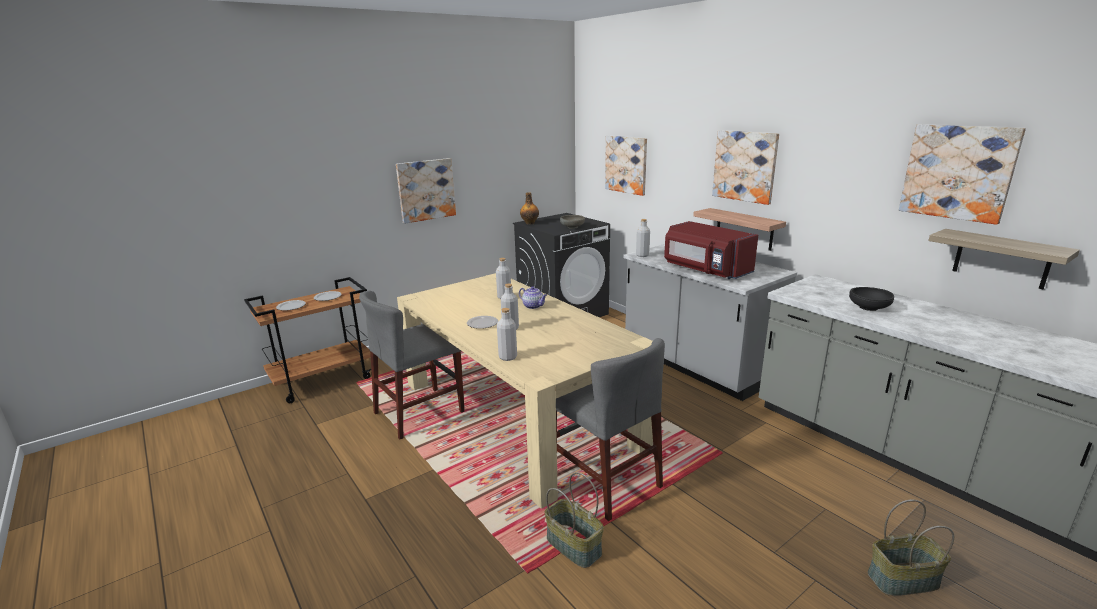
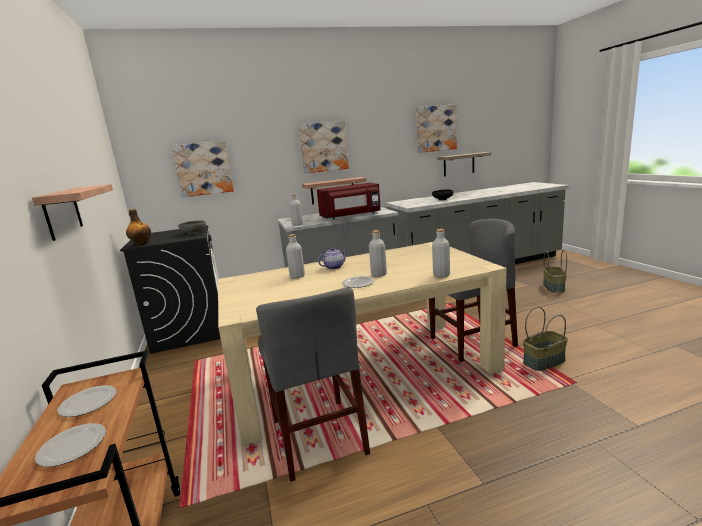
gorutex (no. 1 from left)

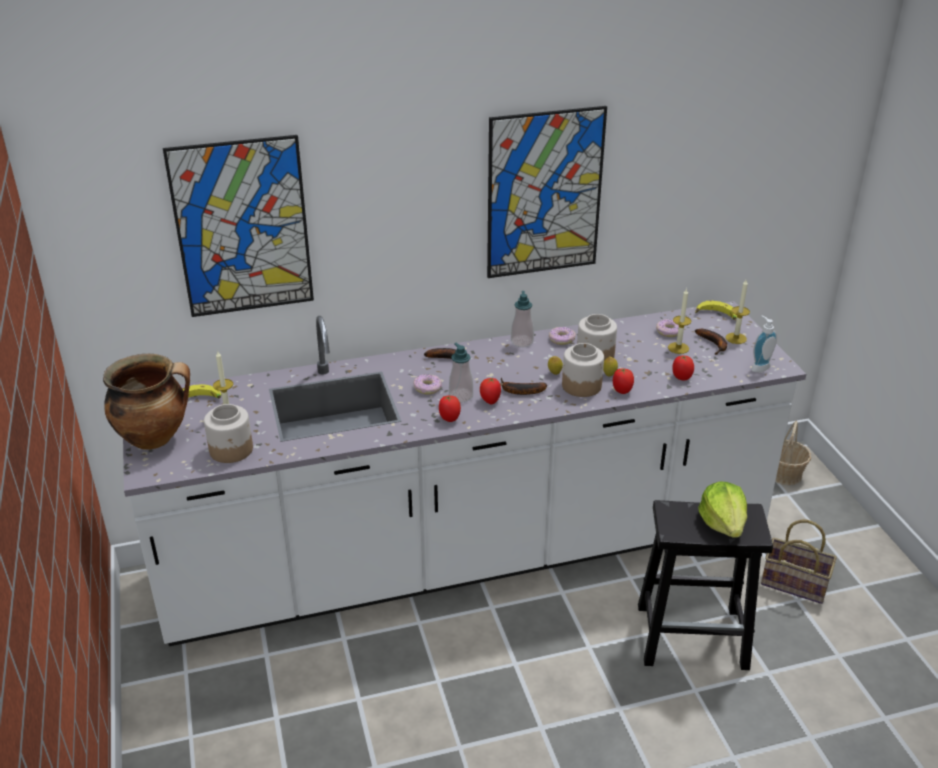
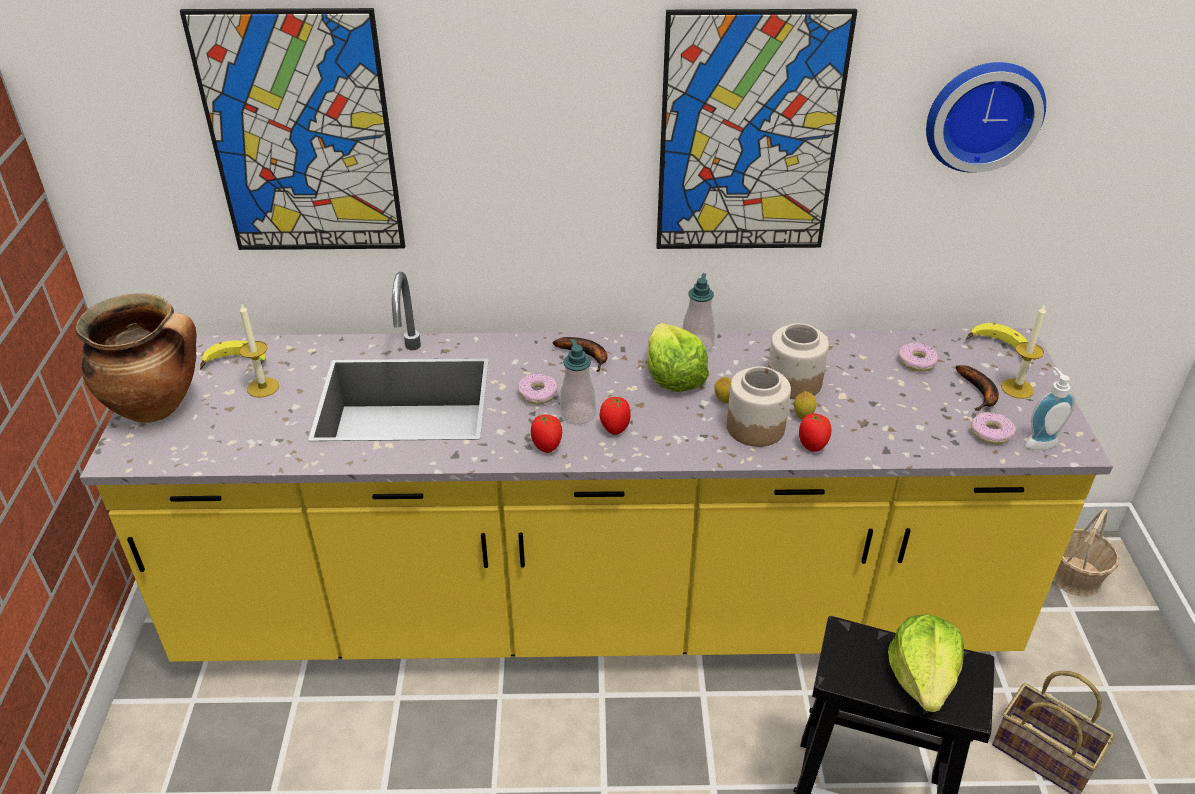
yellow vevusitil
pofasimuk (no. 1 from left)
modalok
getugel (no. 3 from left)
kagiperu (no. 1 from left in the first image)
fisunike (no. 3 from left in the first image)
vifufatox (no. 2 from left in the first image)
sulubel (no. 4 from left in the first image)

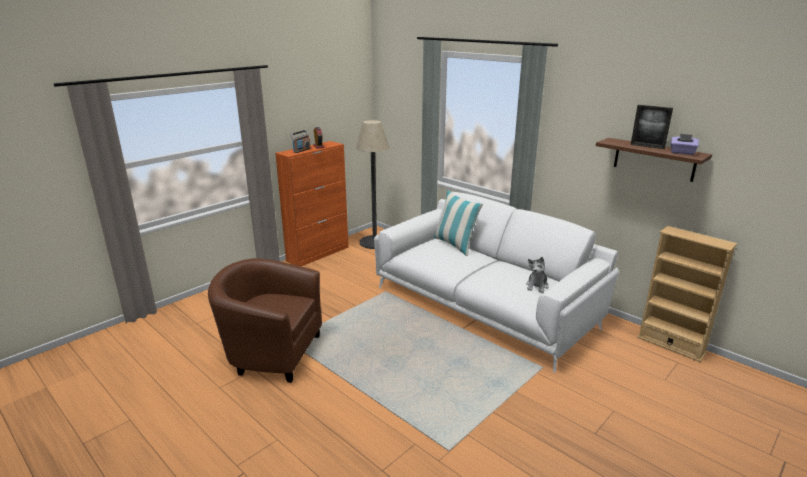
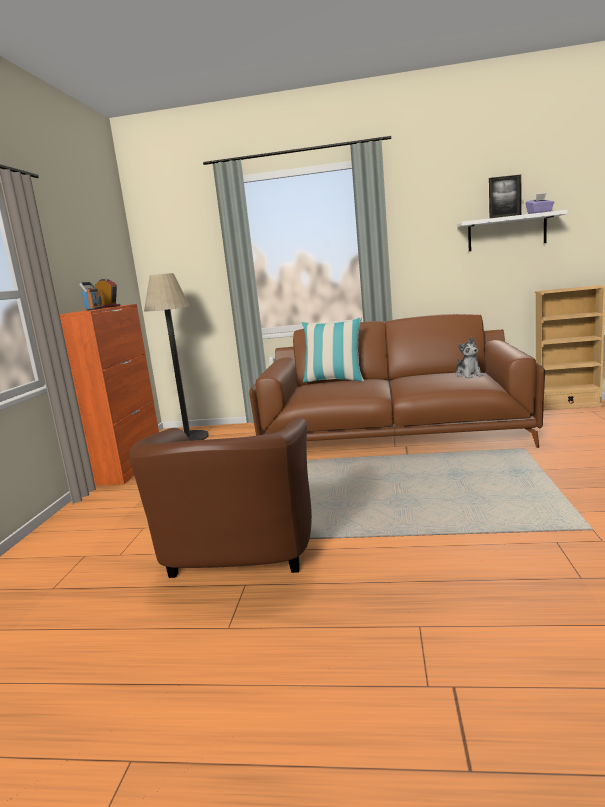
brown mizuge
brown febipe
white gorutex

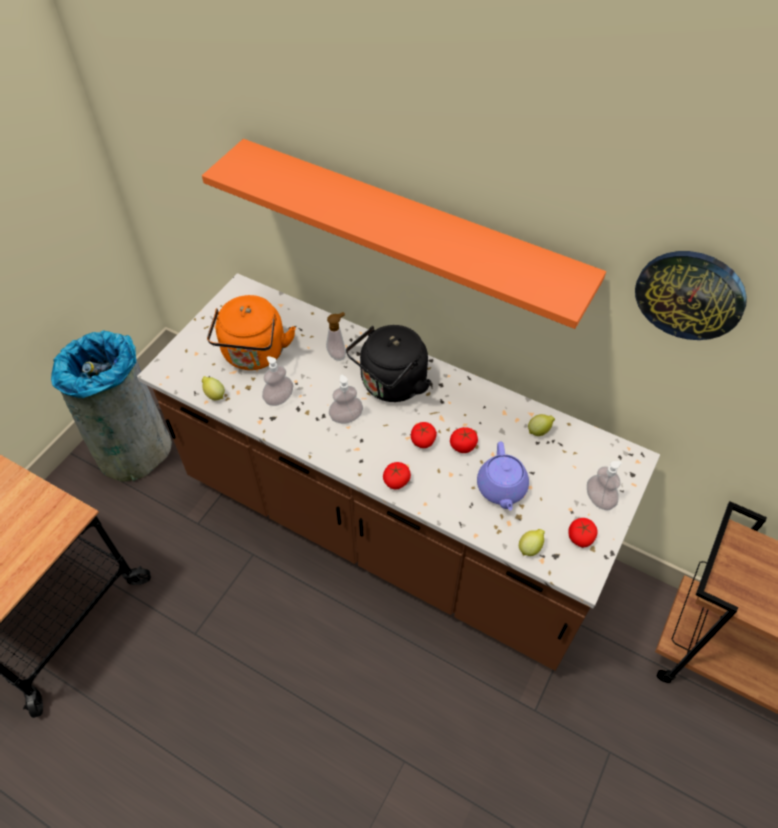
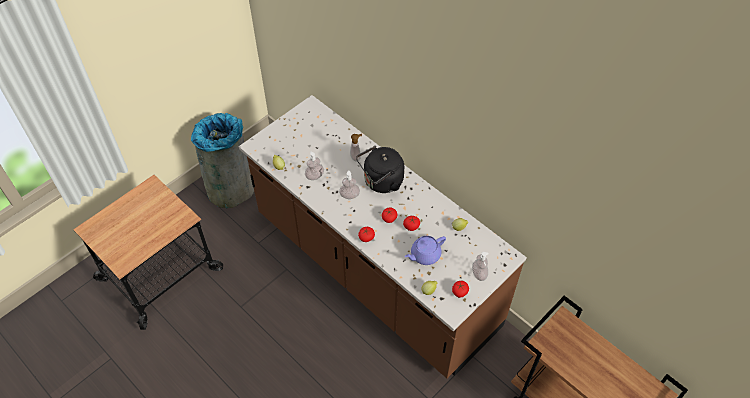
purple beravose
orange gorutex
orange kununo
modalok

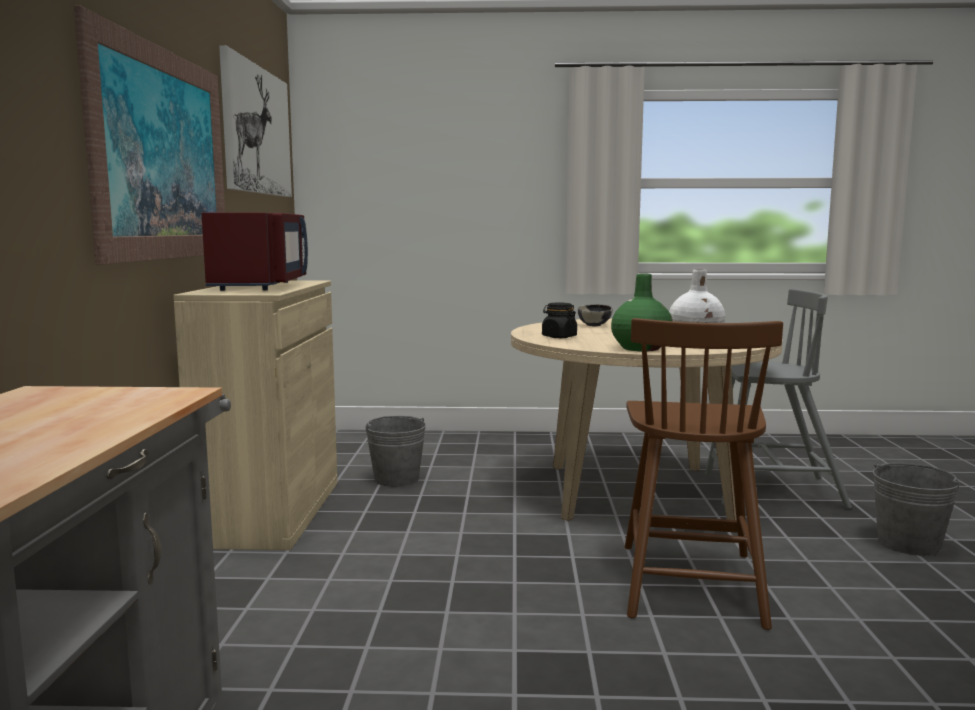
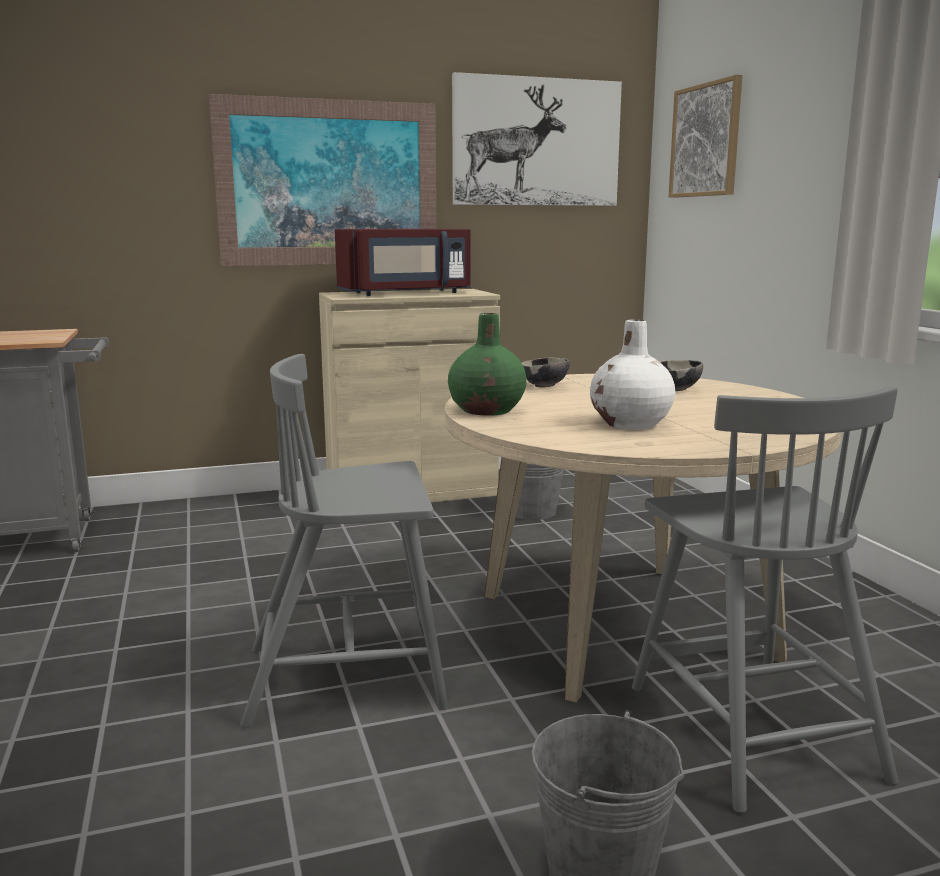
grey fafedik (no. 1 from left)
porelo (no. 1 from left)
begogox (no. 3 from left)

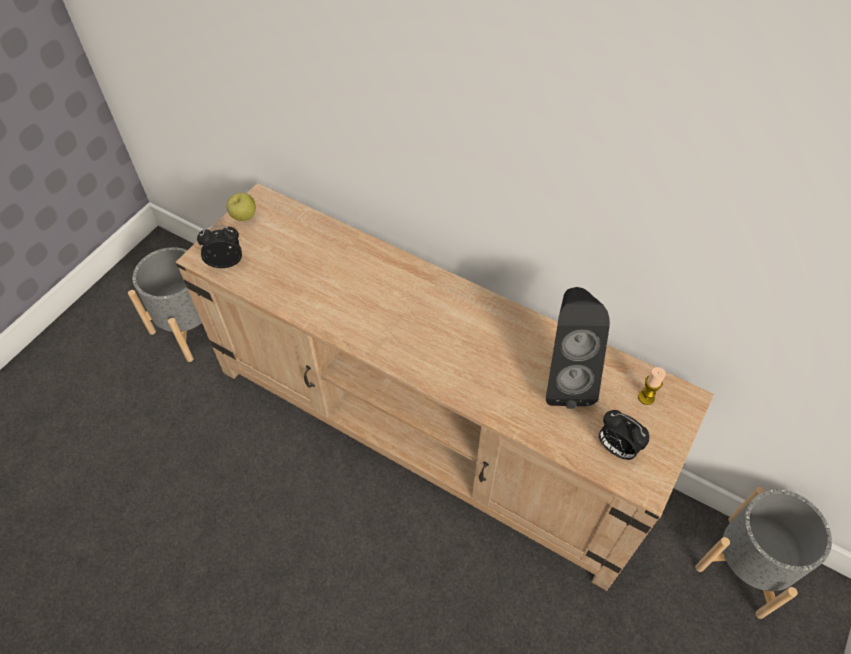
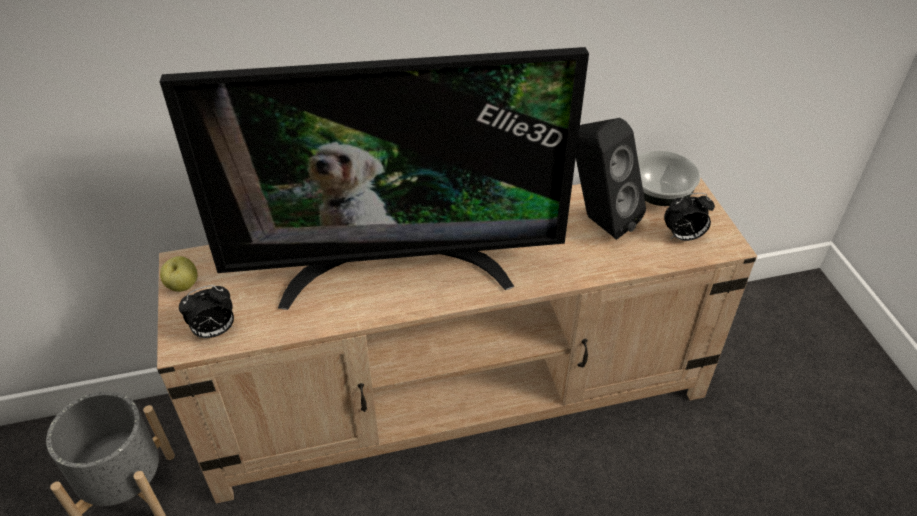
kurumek
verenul (no. 1 from left)
porelo
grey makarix (no. 2 from left in the first image)

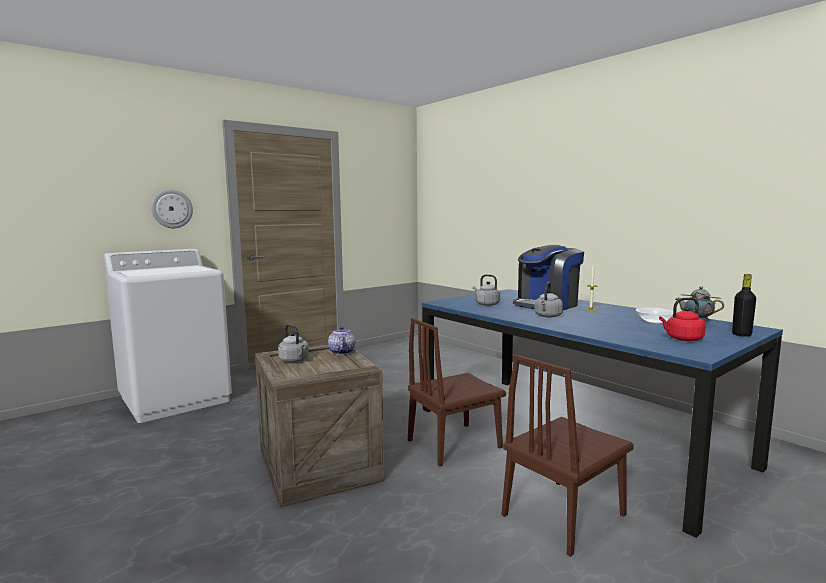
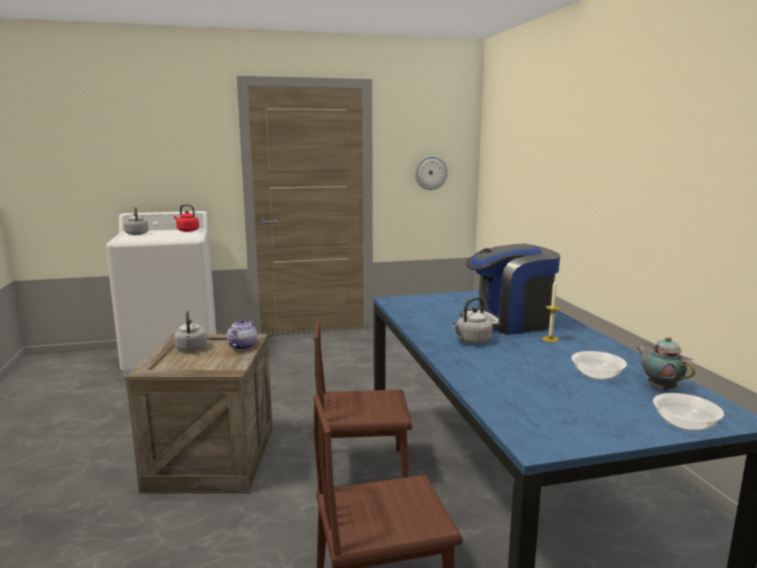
grey kununo (no. 1 from left)
red kununo
modalok
porelo (no. 2 from left)

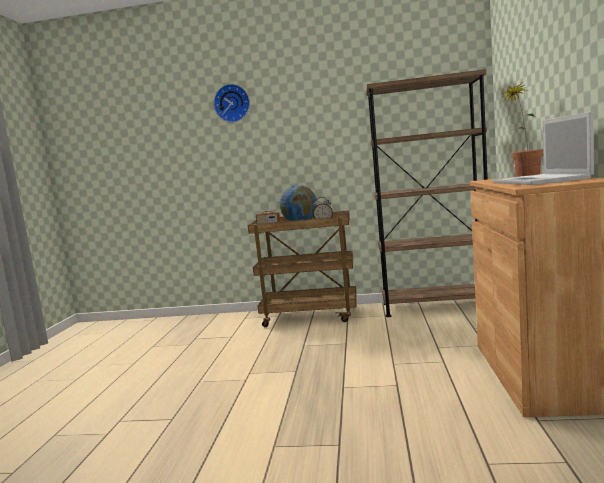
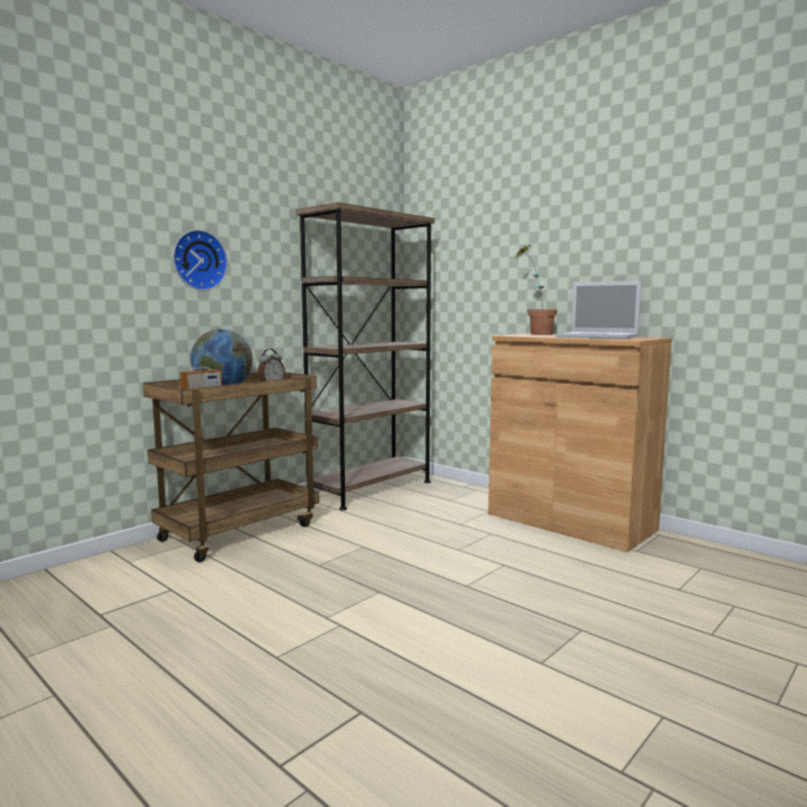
modalok

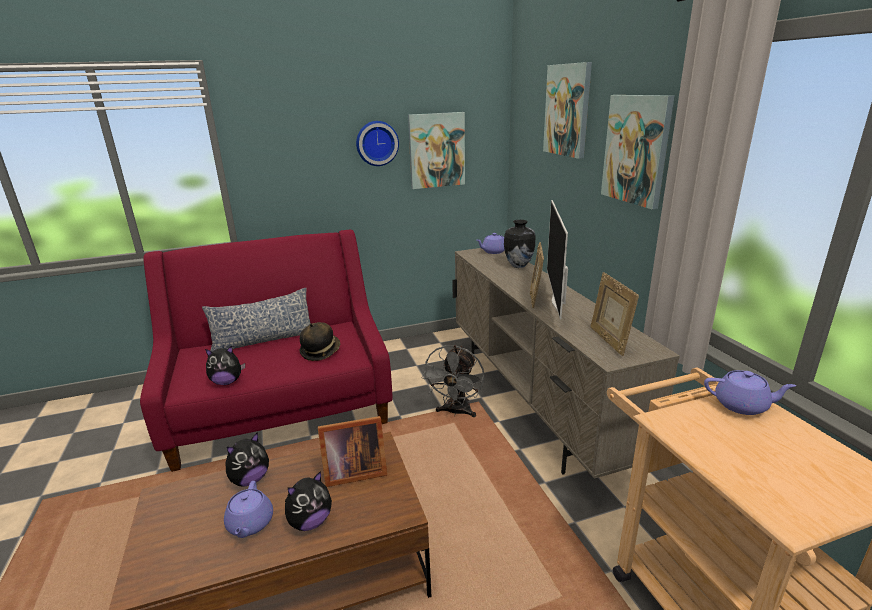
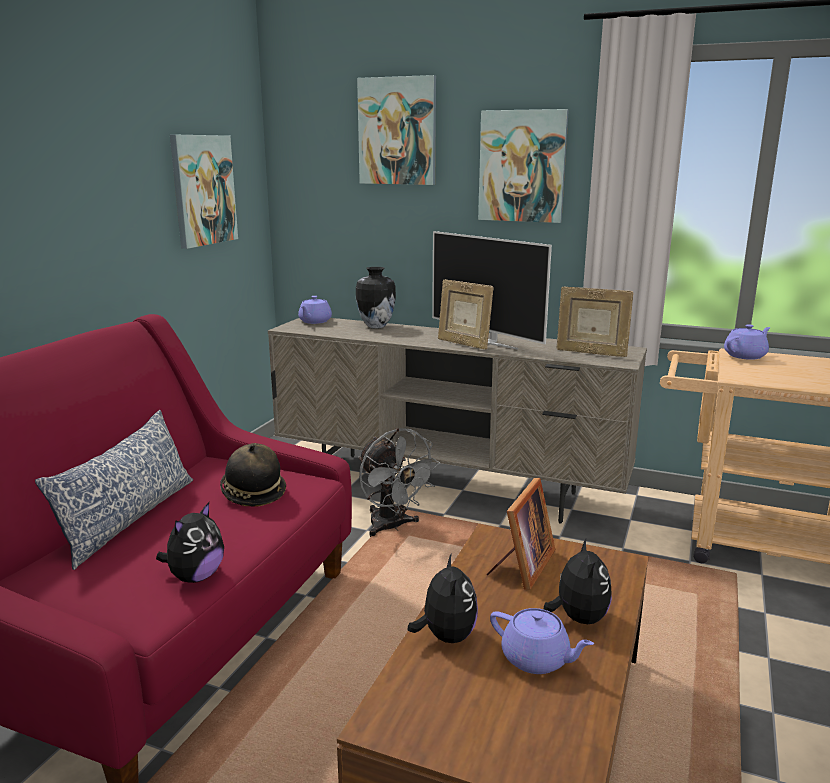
modalok

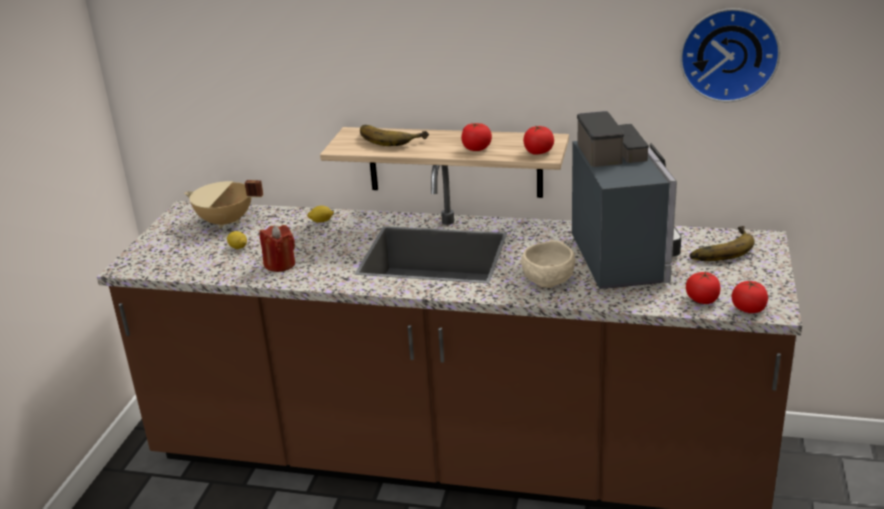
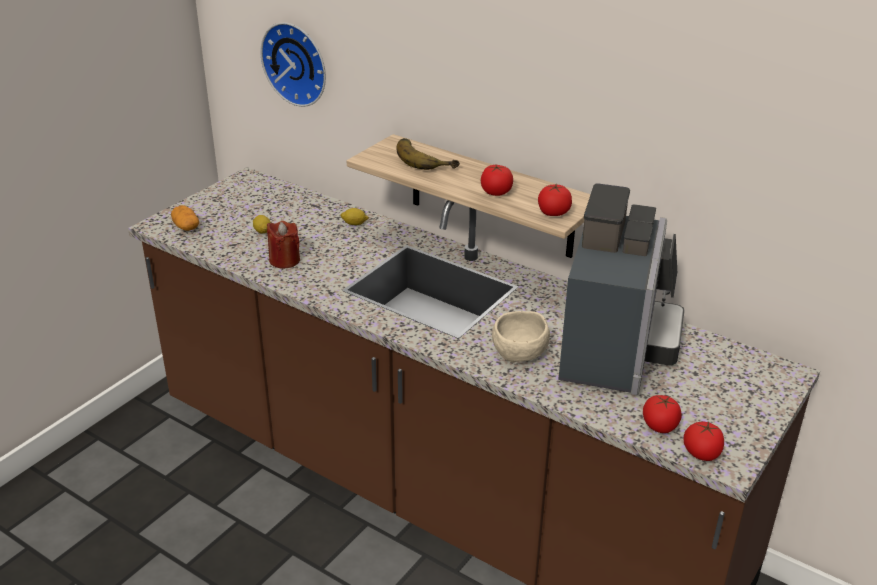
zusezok
modalok
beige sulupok
fisunike (no. 2 from left in the first image)

